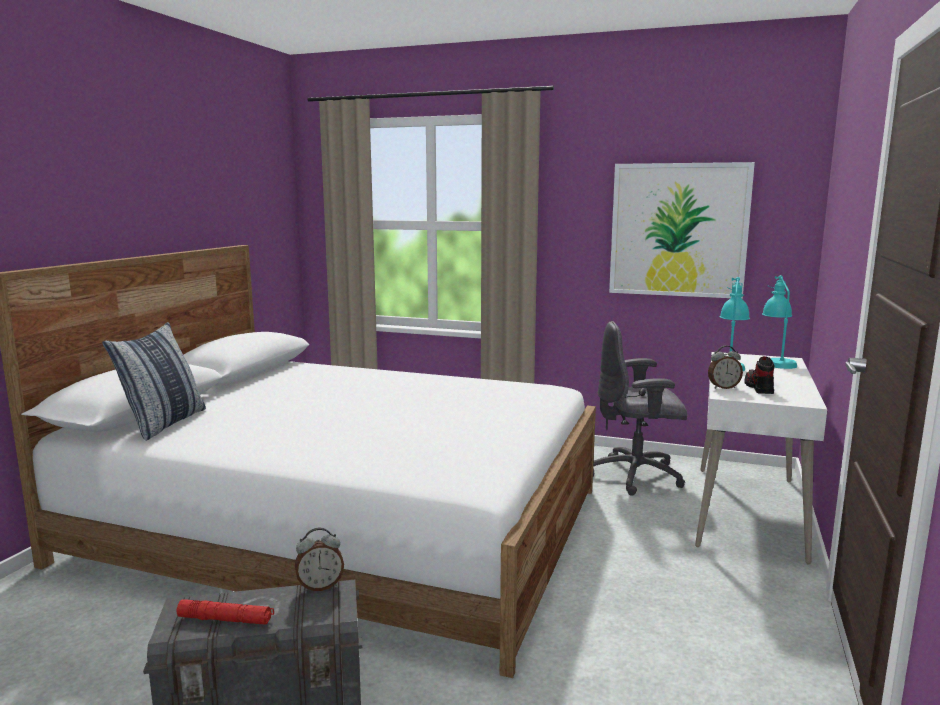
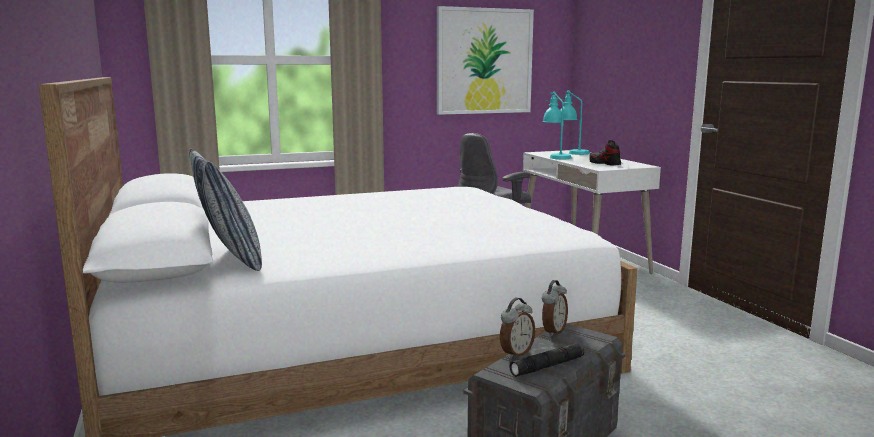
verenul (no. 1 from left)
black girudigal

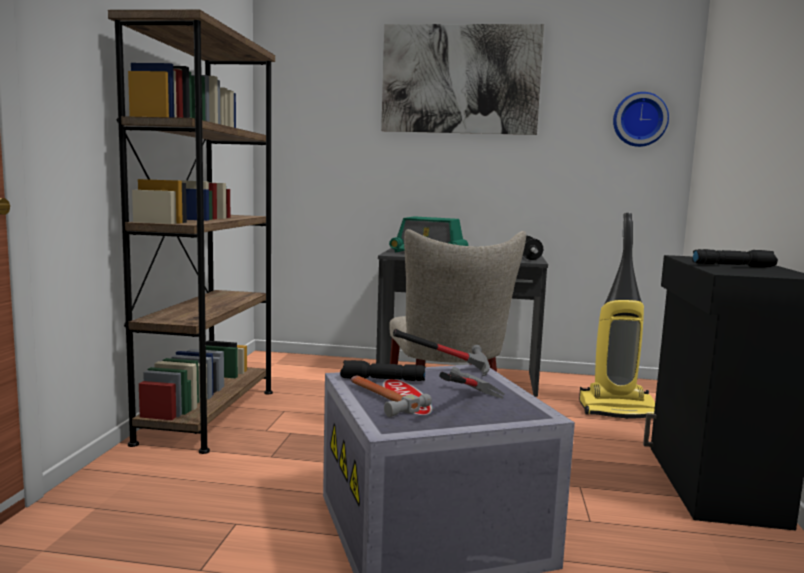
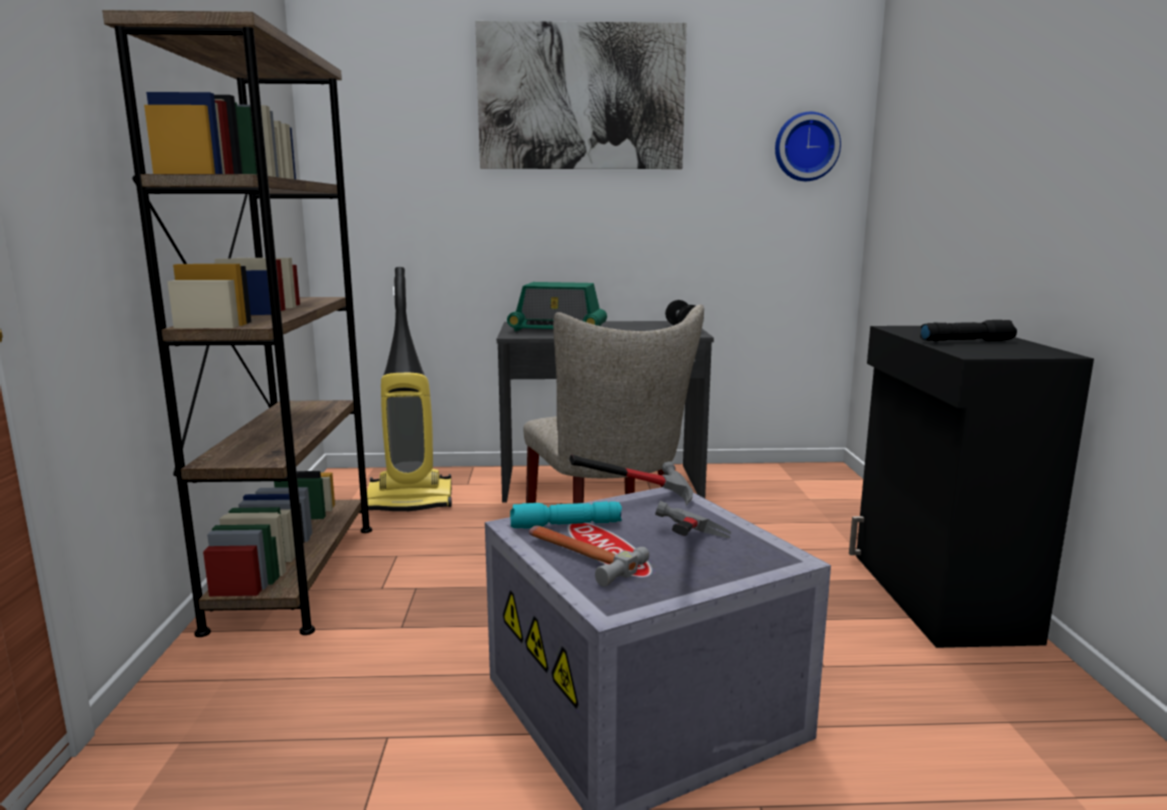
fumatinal
turquoise girudigal

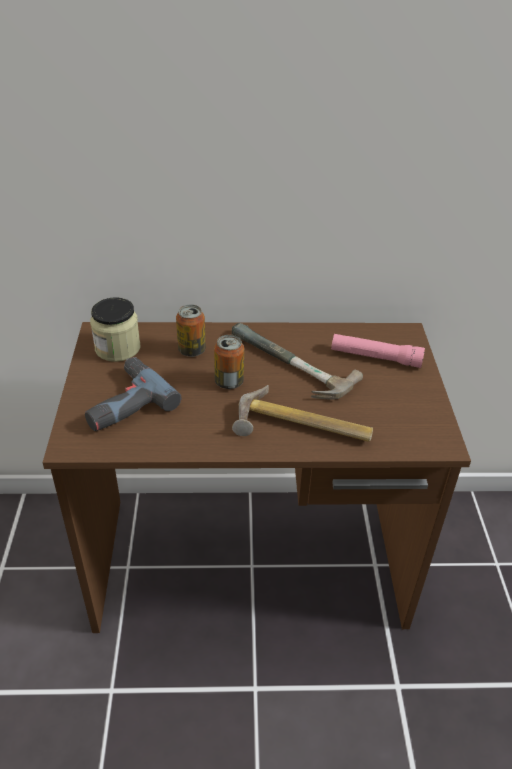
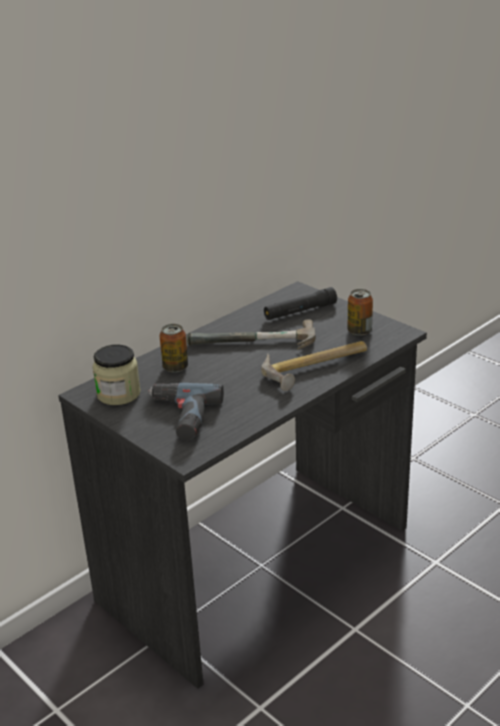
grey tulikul
black girudigal
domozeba (no. 2 from left)

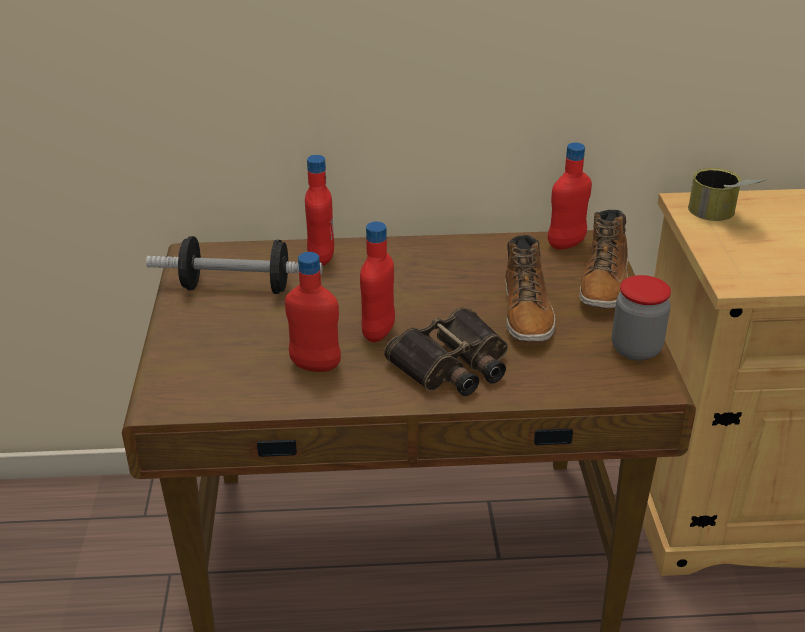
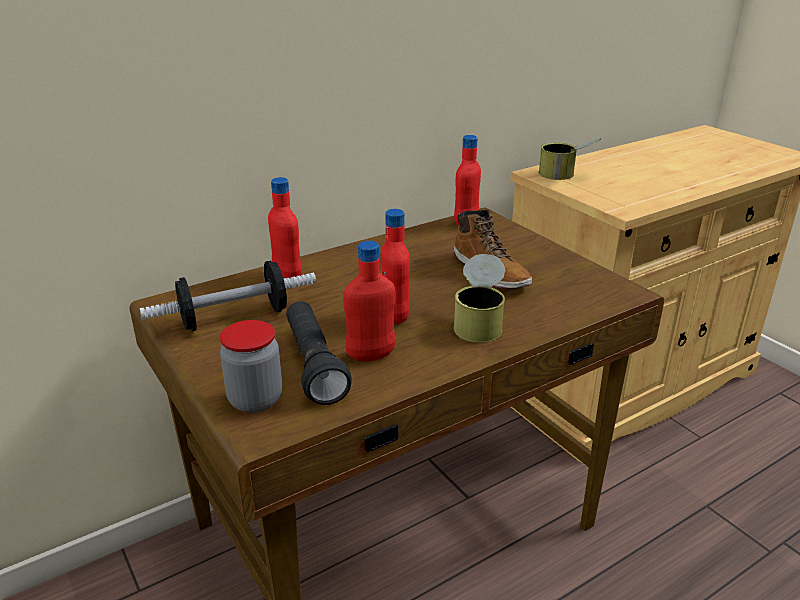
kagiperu
black girudigal
domozeba (no. 1 from left)
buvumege (no. 2 from left in the first image)

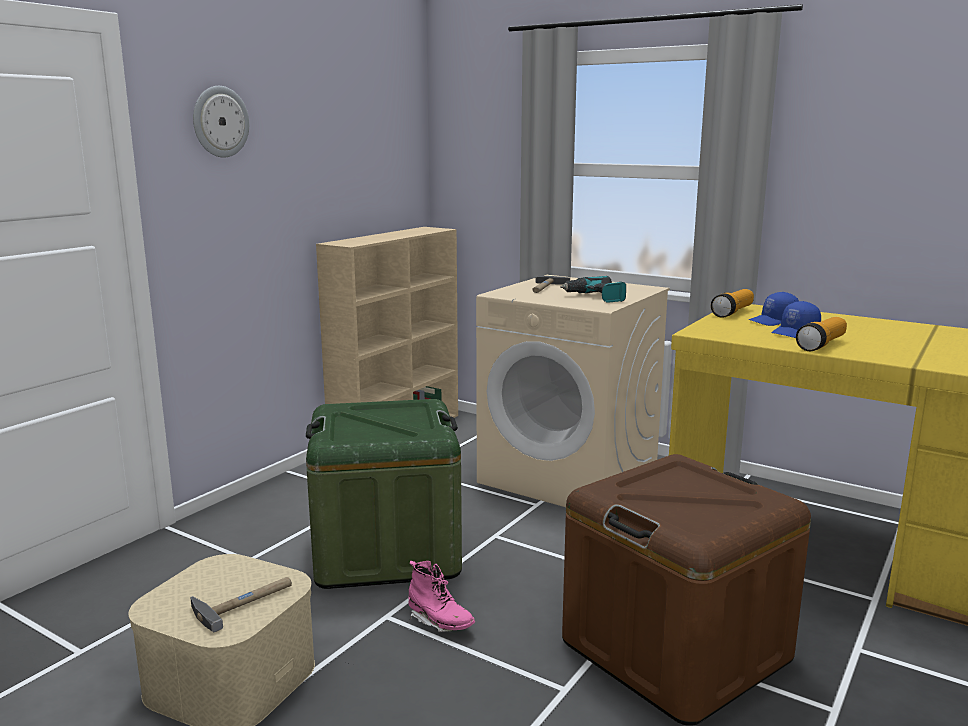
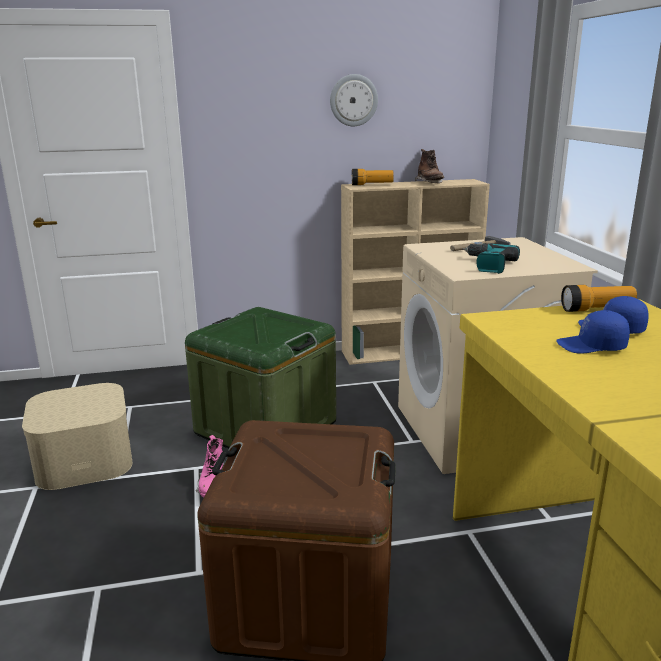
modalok
girudigal (no. 1 from left)
brown buvumege
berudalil (no. 1 from left in the first image)

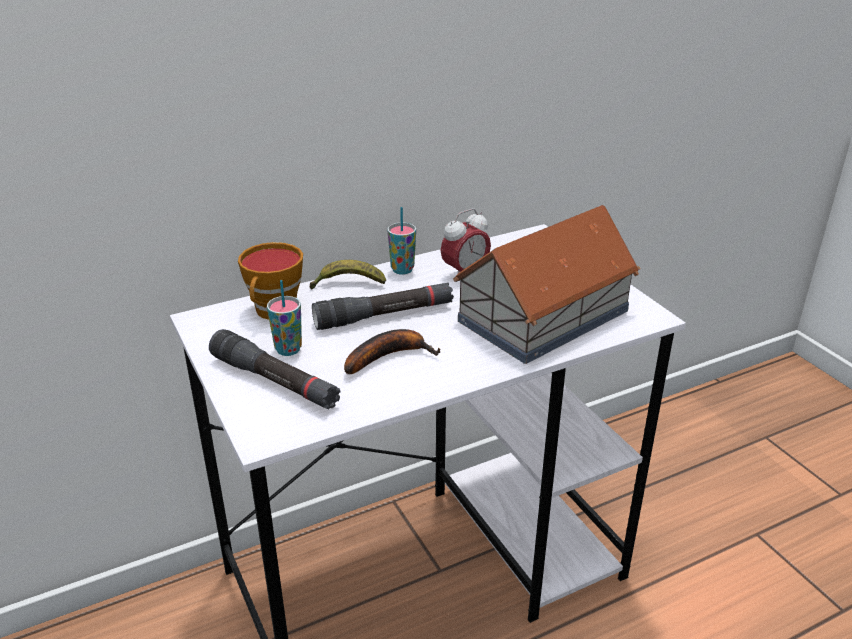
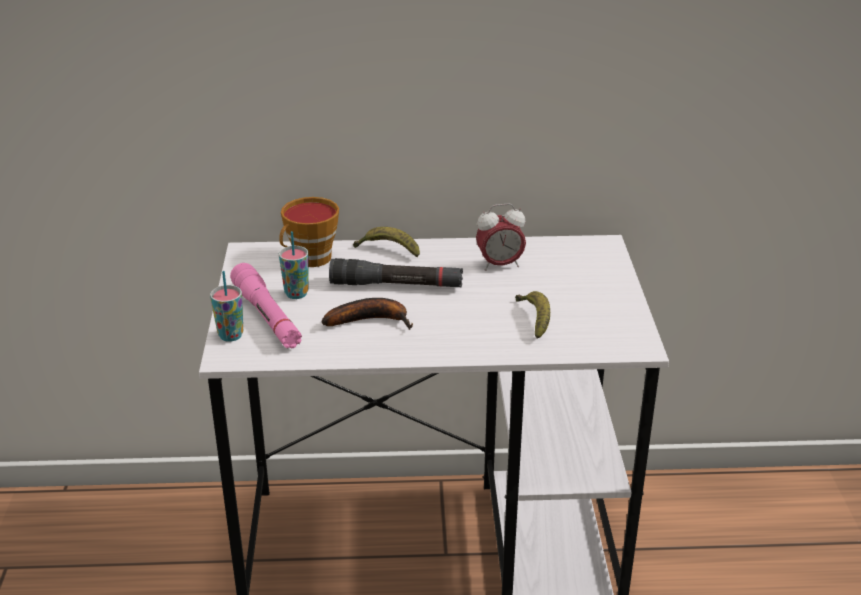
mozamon (no. 1 from left)
pink girudigal
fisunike (no. 3 from left)

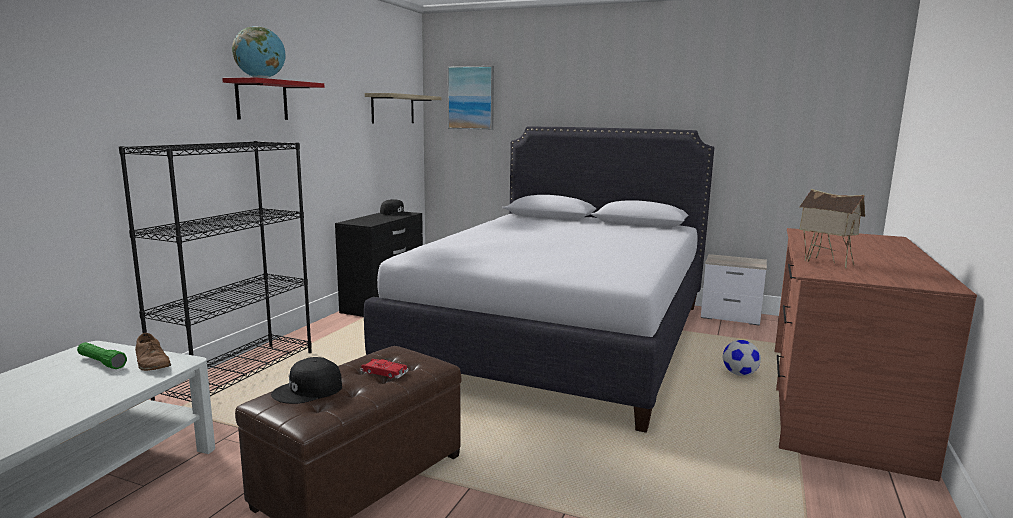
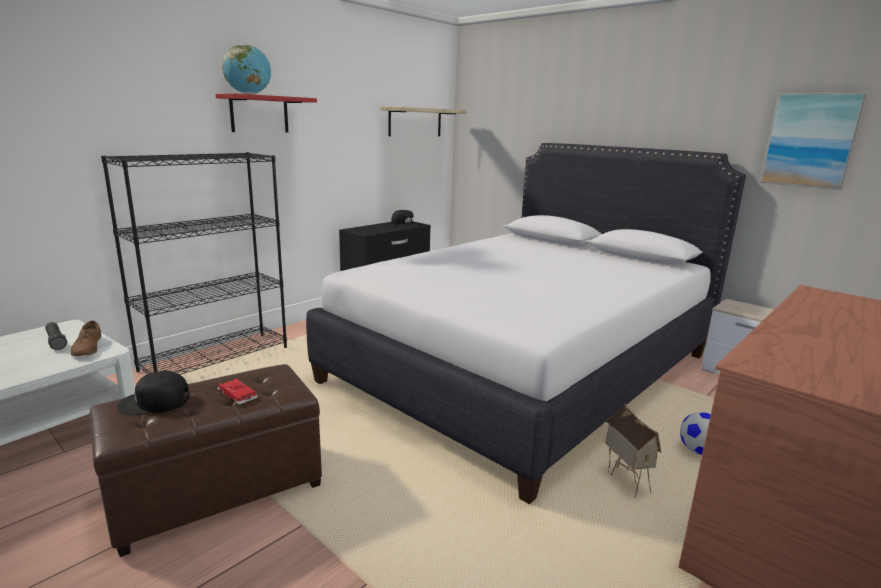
black girudigal
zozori
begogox

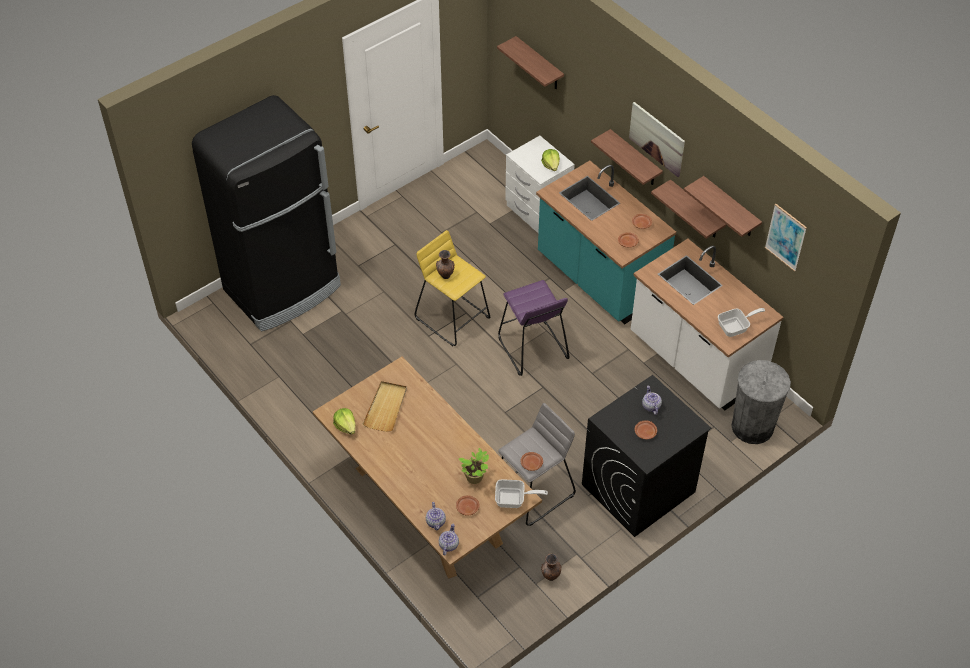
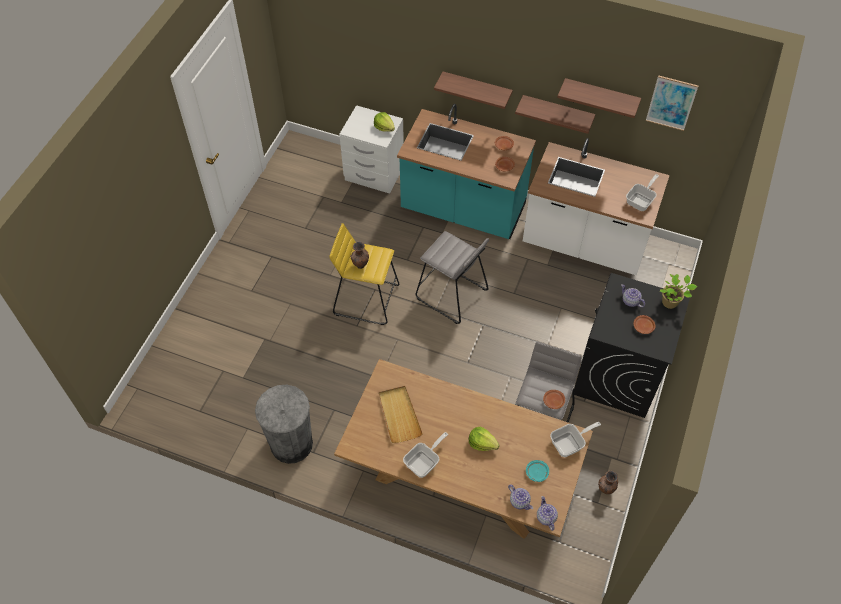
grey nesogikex
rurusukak (no. 1 from left)
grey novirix (no. 1 from left)
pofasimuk (no. 2 from left)
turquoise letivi
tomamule
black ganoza
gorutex (no. 1 from left in the first image)
begogox (no. 1 from left in the first image)

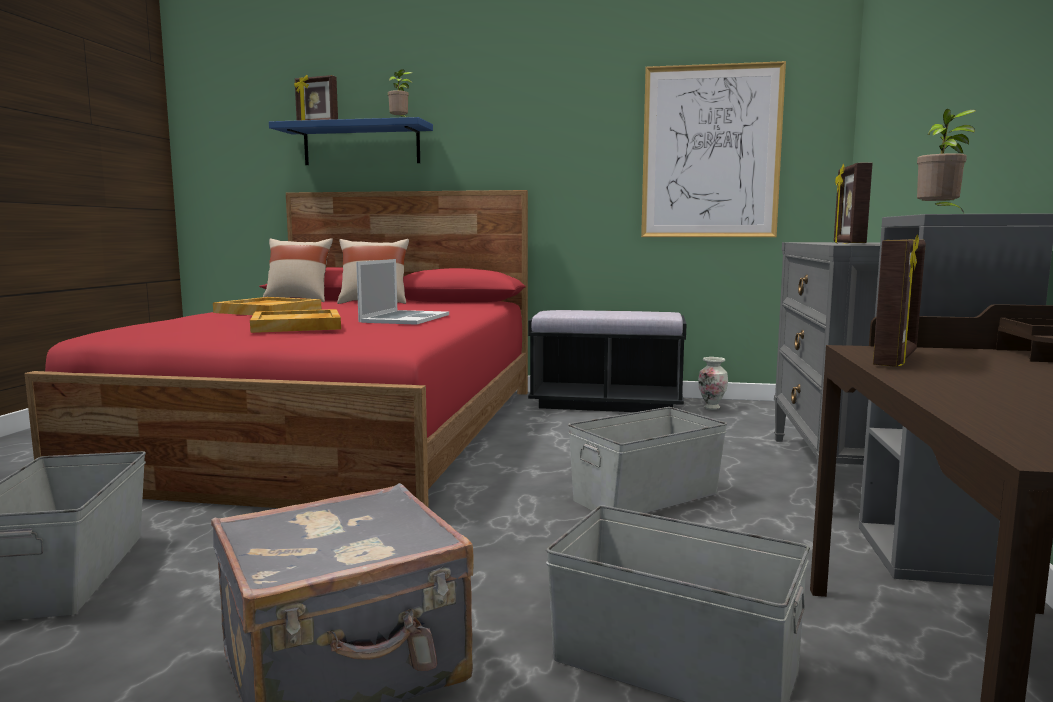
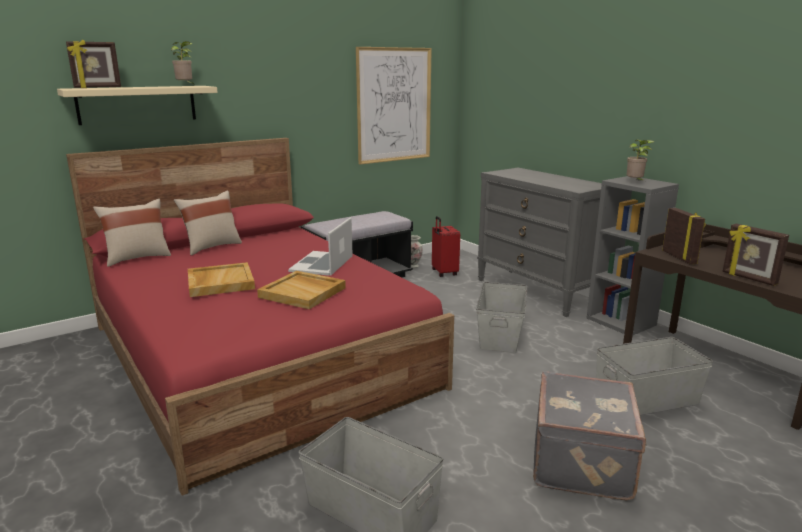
beige gorutex
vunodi
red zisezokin
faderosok (no. 3 from left)

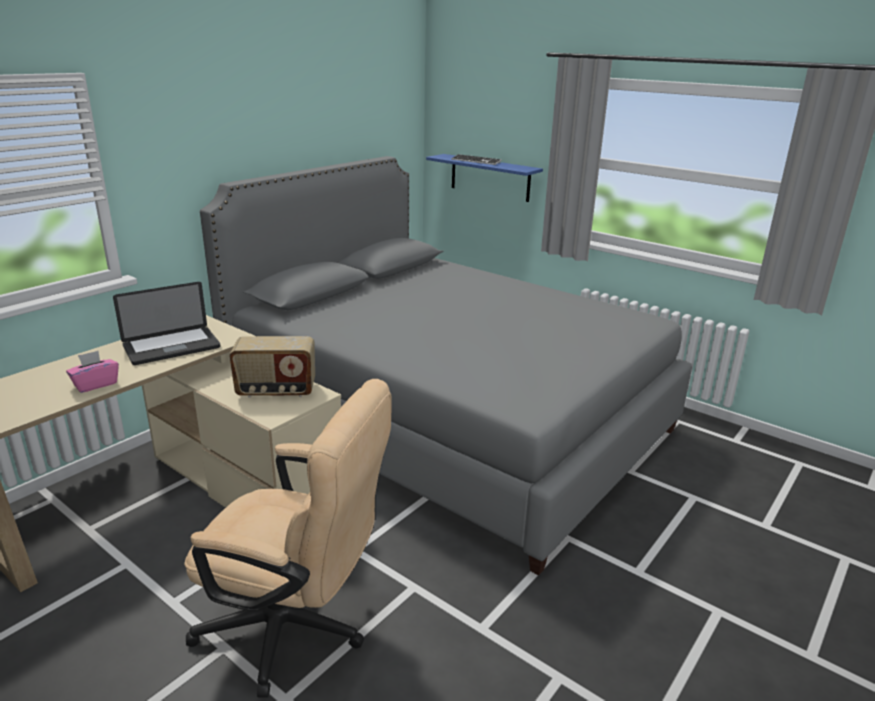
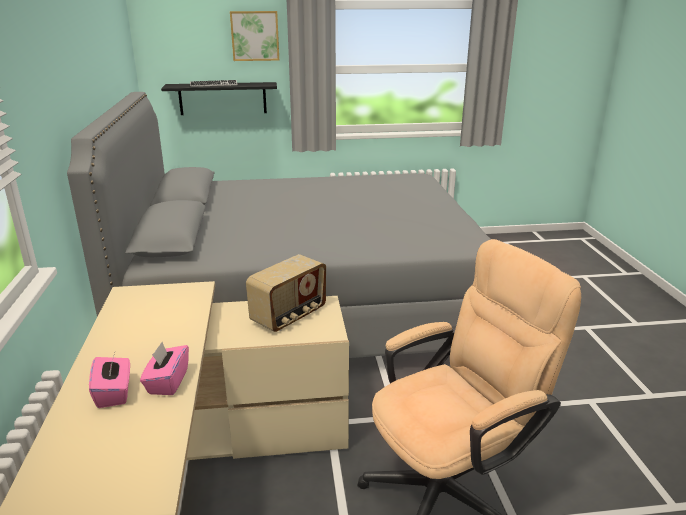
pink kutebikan (no. 1 from left)
black gorutex
begogox
vunodi

